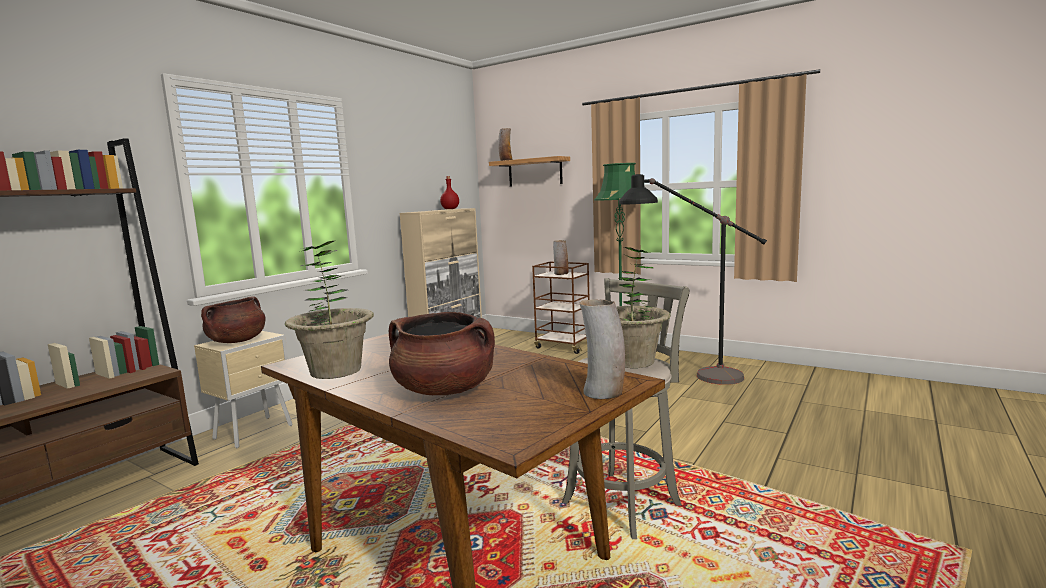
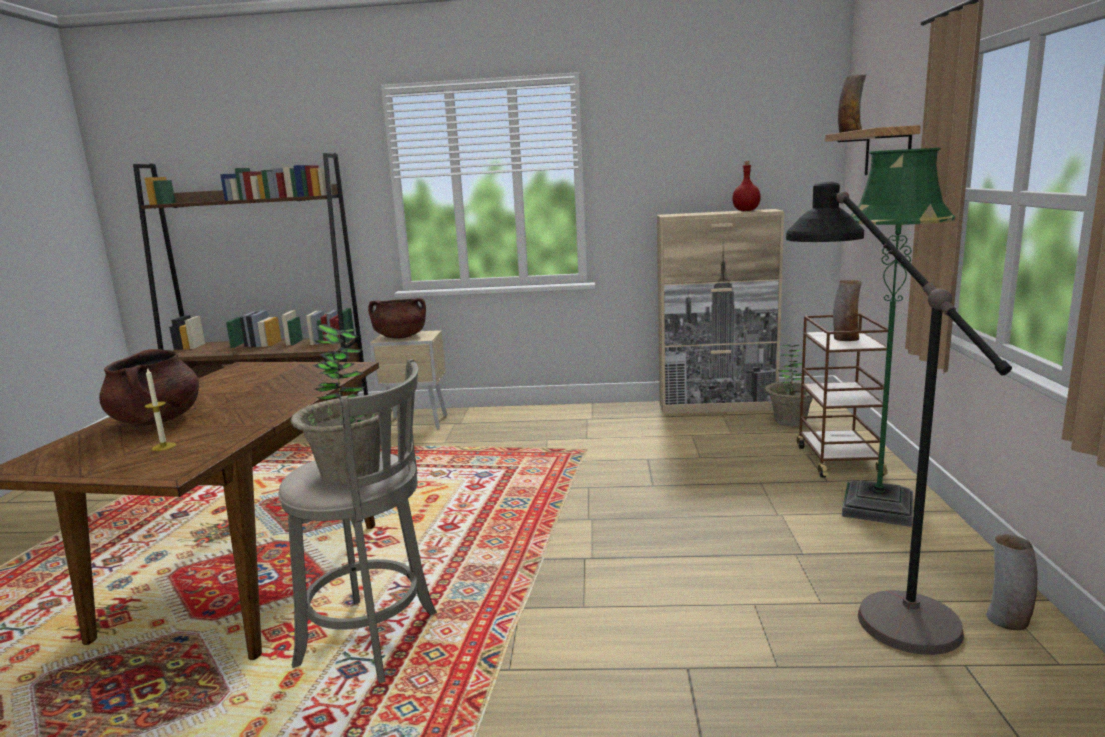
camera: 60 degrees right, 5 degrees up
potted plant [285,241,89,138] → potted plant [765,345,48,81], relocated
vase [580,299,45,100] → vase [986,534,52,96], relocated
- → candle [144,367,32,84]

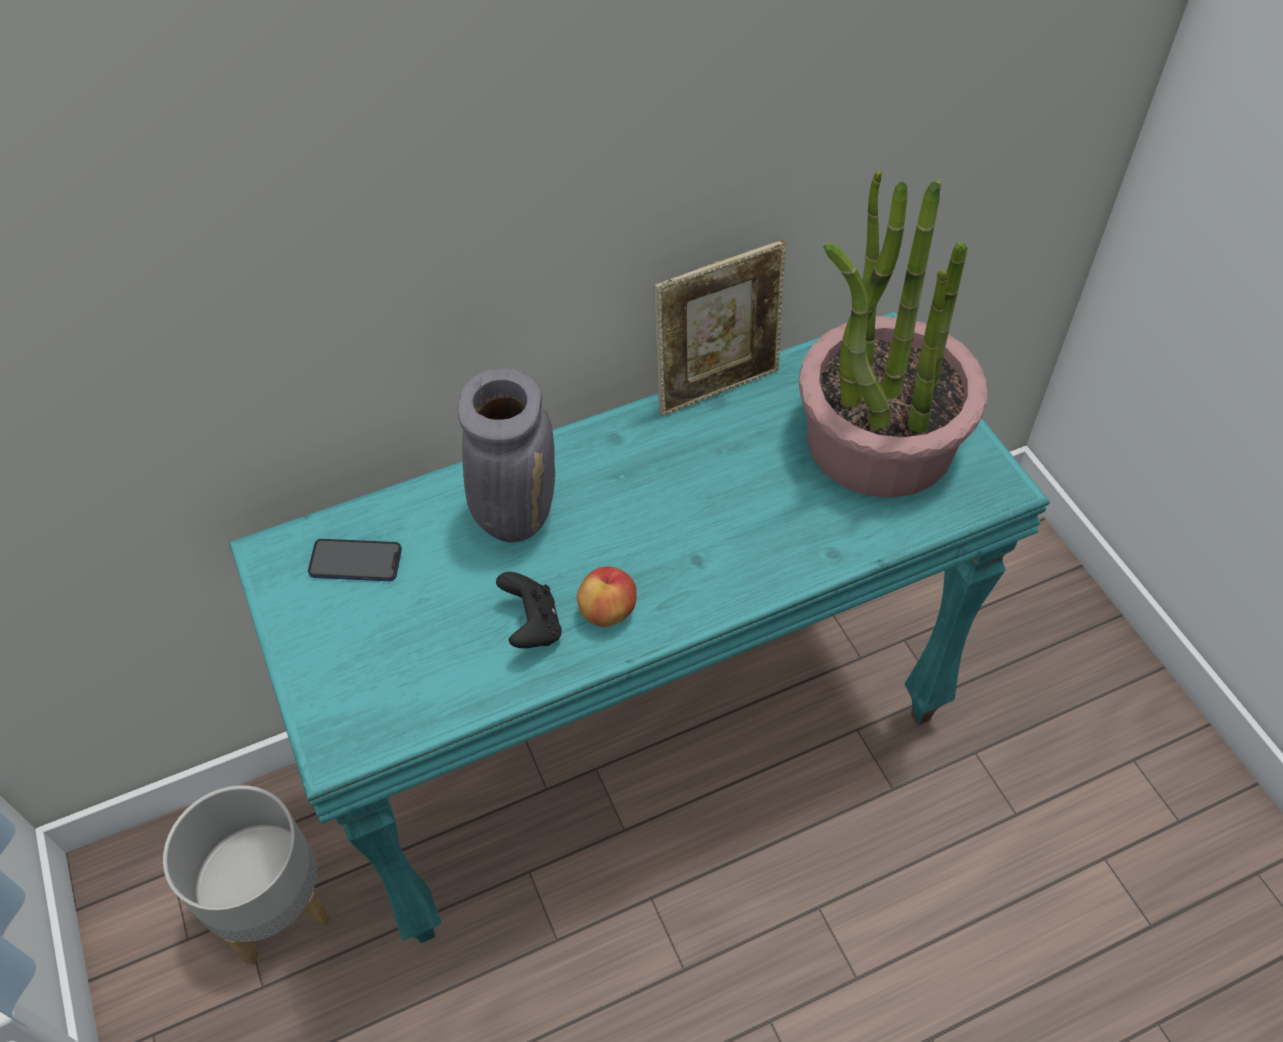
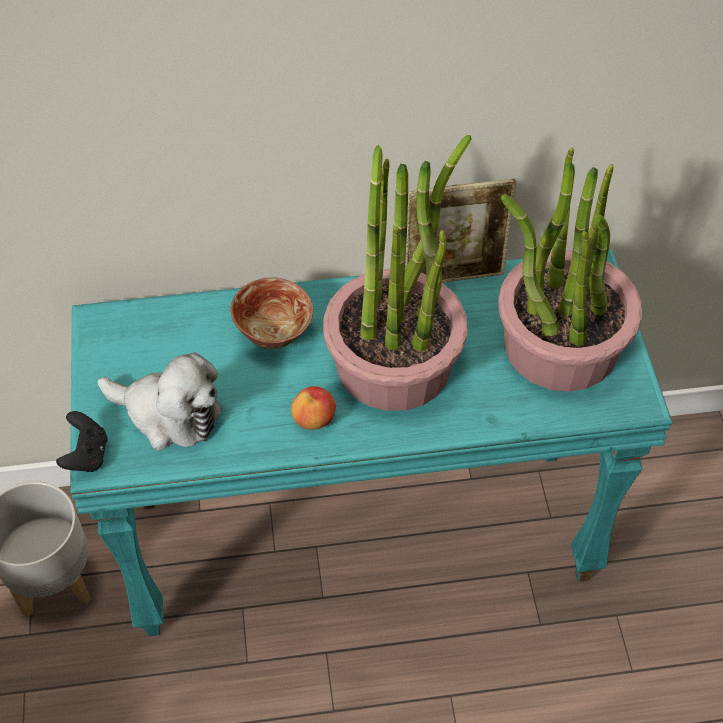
camera: 15 degrees right, 0 degrees up
phone [308,539,94,42] → -
grey vase [458,368,97,175] → bowl [230,277,83,72]
black game controller [496,572,66,76] → black game controller [56,411,51,61], relocated
- → plush toy [98,352,124,98]
- → potted plant [323,135,149,276]

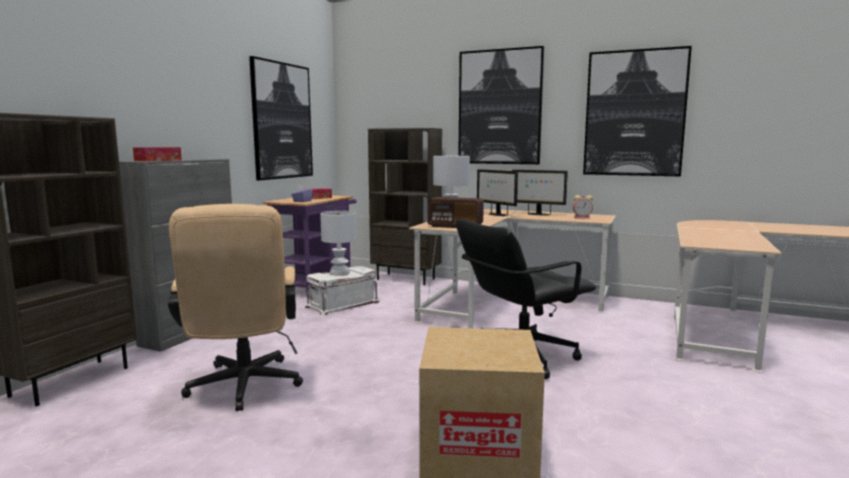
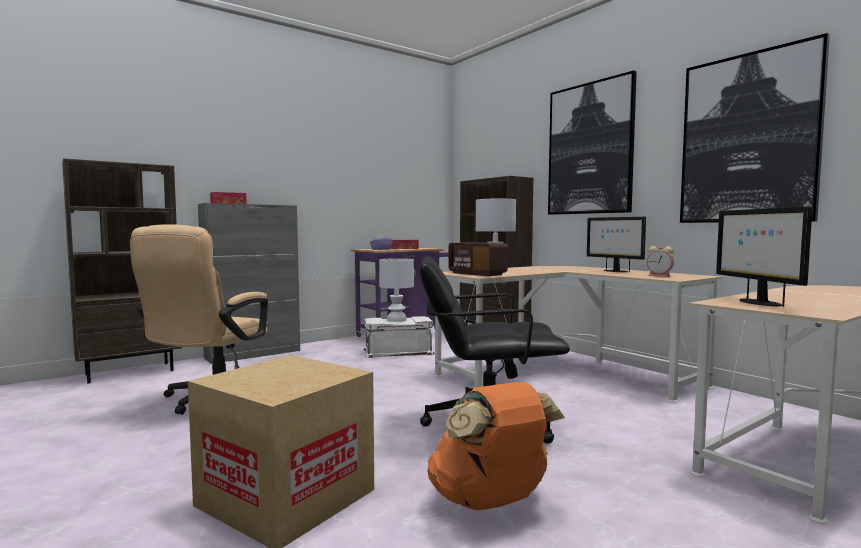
camera: 30 degrees right, 5 degrees down
picture [249,56,64,124] → -
monitor [477,169,41,47] → monitor [716,206,96,101], relocated
- → orange backpack [427,382,138,128]

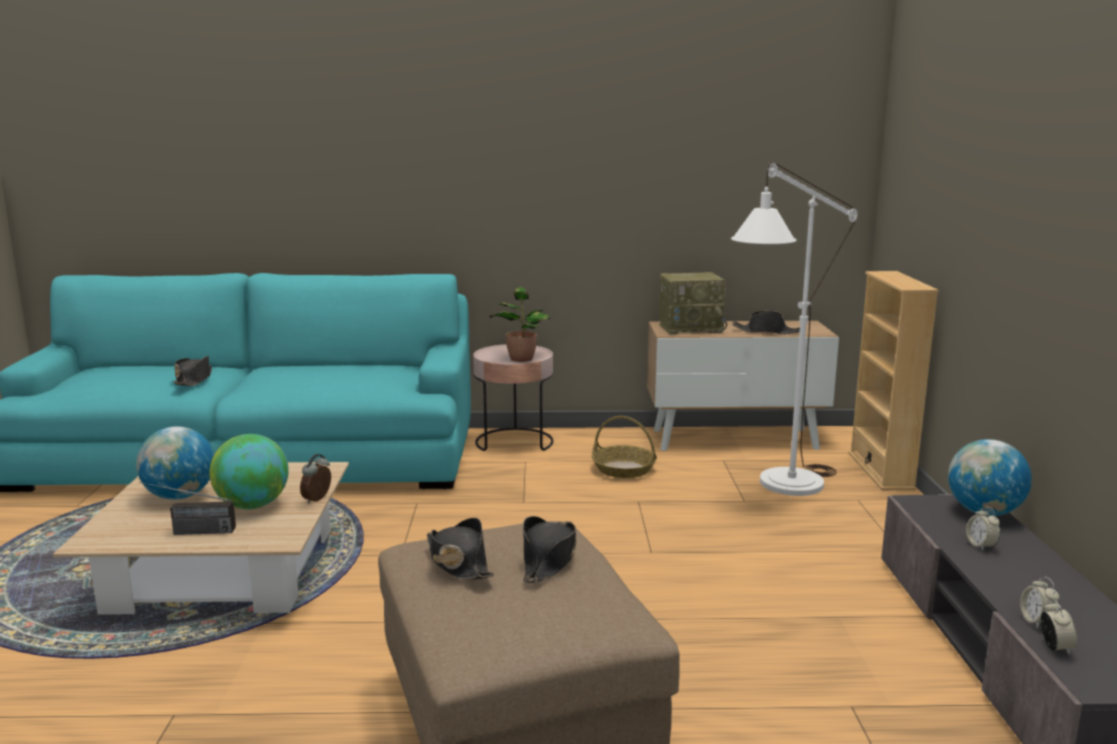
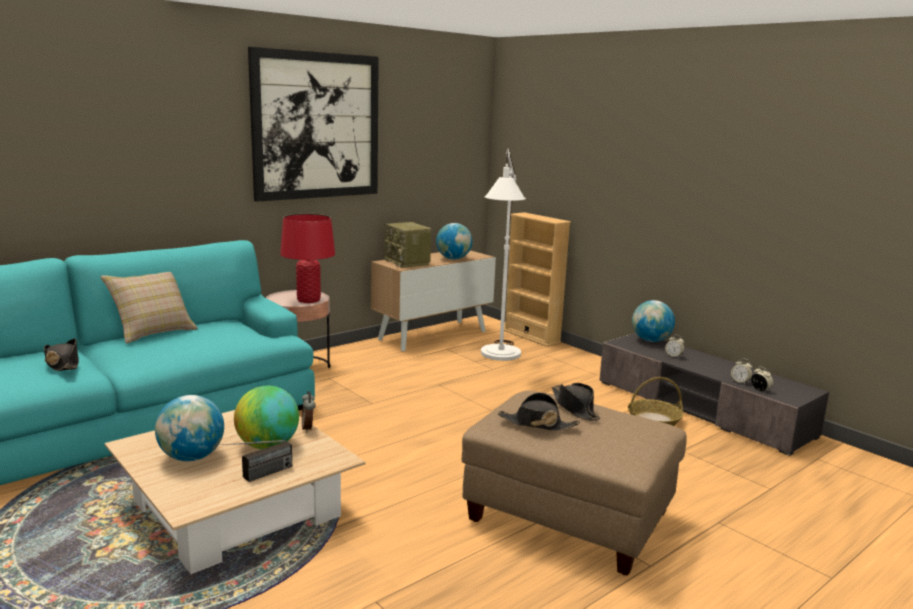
camera: 40 degrees left, 0 degrees up
potted plant [490,287,61,75] → red table lamp [280,214,55,89]
basket [592,416,65,62] → basket [628,377,56,49], relocated
radio [659,272,68,63] → radio [384,222,47,46], 105 degrees clockwise
black hat [732,311,68,23] → globe [436,223,36,37]
- → beige pillow [100,272,98,72]
- → picture [248,47,131,155]

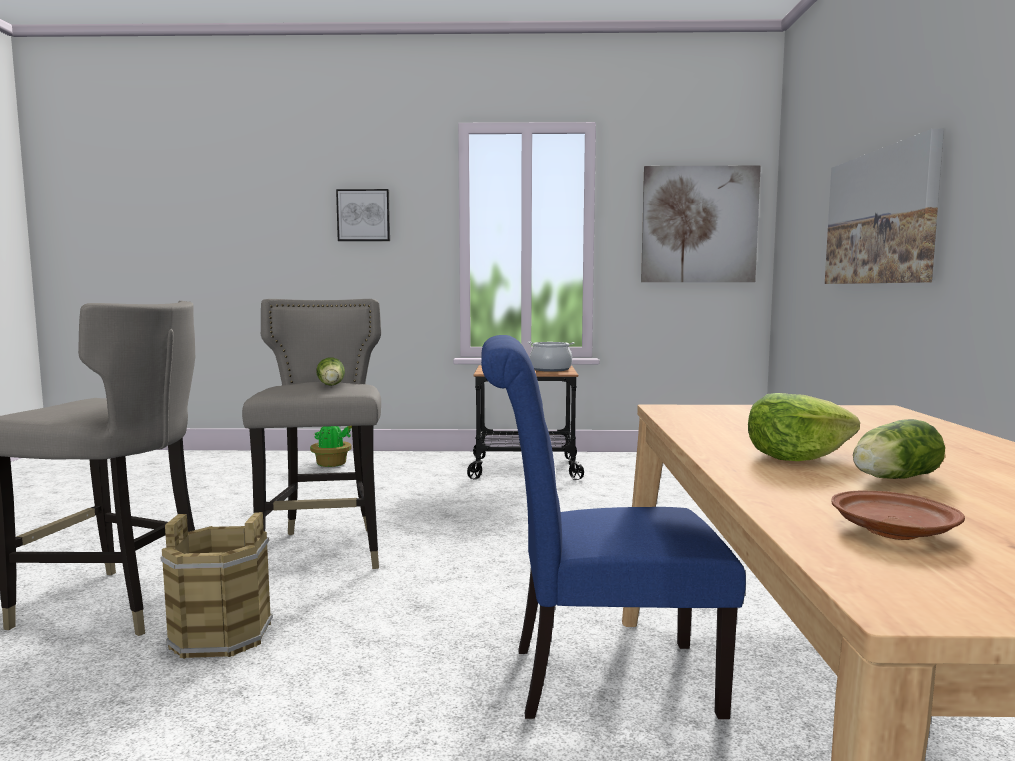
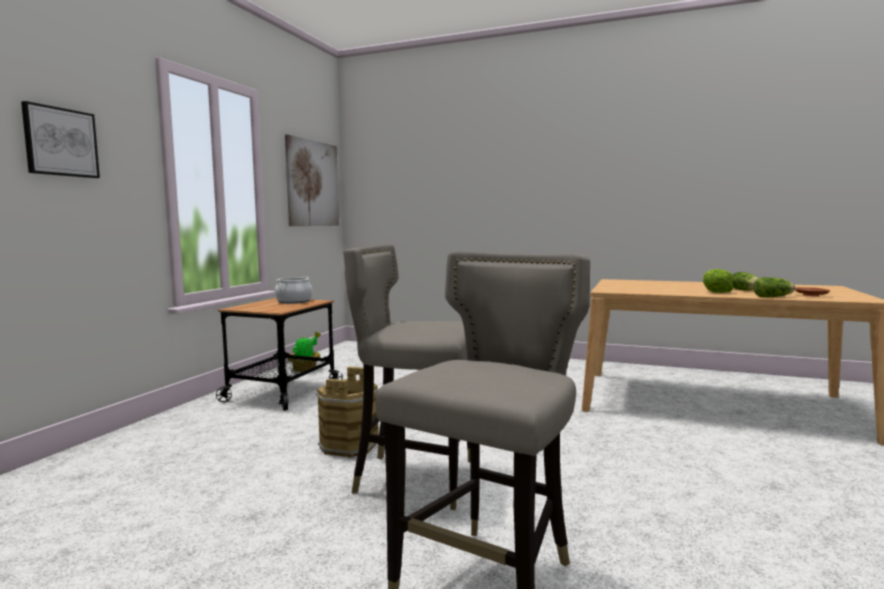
camera: 70 degrees left, 0 degrees up
brown bucket [160,512,113,147] → brown bucket [316,367,63,91], relocated
potted plant [310,426,42,41] → potted plant [288,332,33,40], relocated
lettuce [316,358,29,28] → lettuce [754,277,41,20], relocated
blue chair [481,335,265,384] → -
picture [825,129,119,155] → -

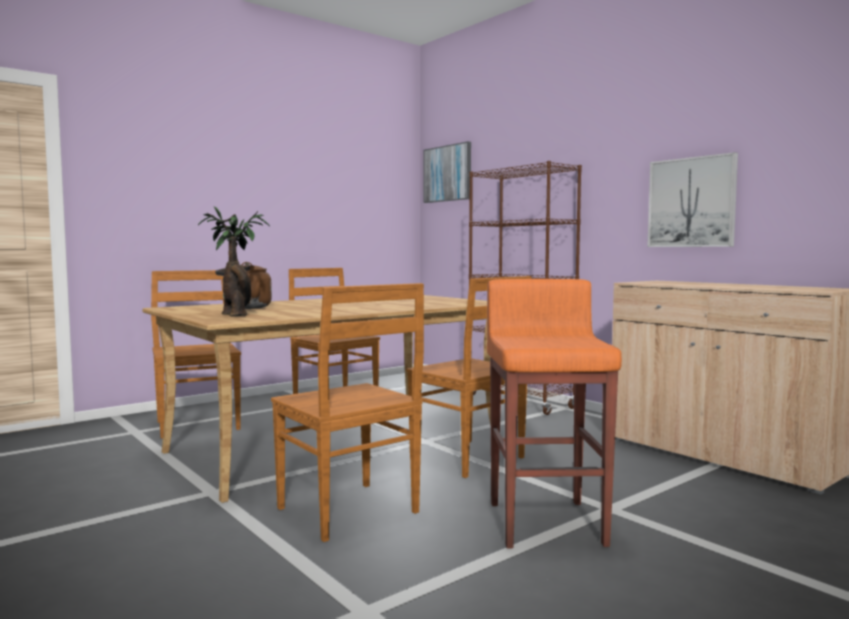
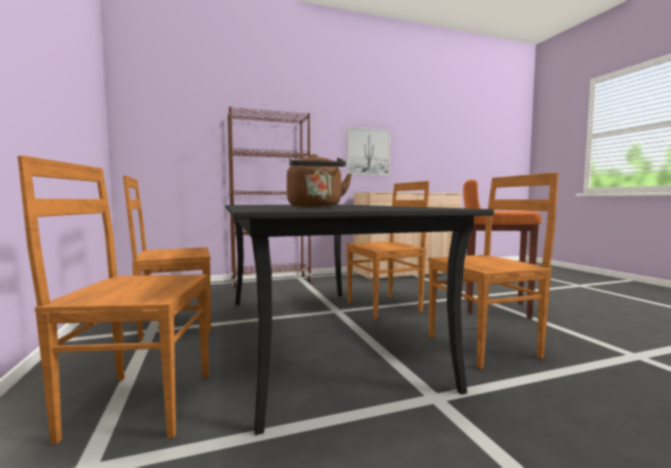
camera: 70 degrees left, 0 degrees up
beige dining table [142,295,349,208] → black dining table [225,205,269,230]
potted plant [198,206,72,110] → -
picture [424,141,47,62] → -

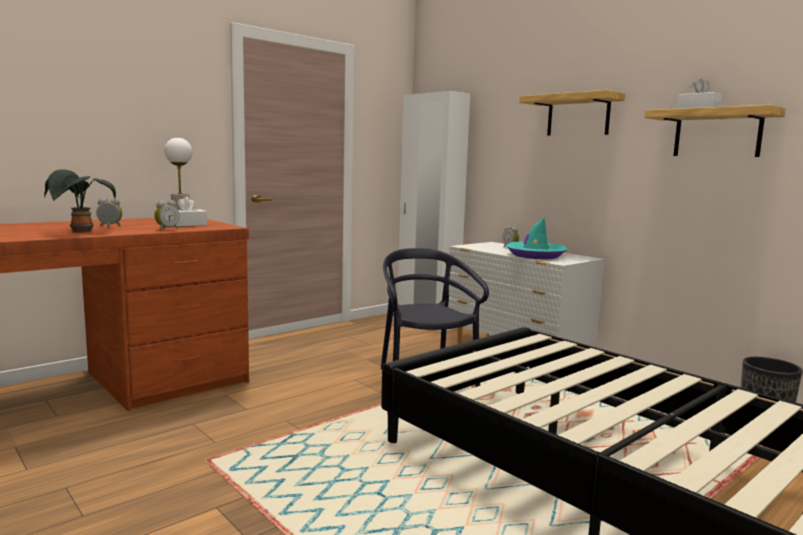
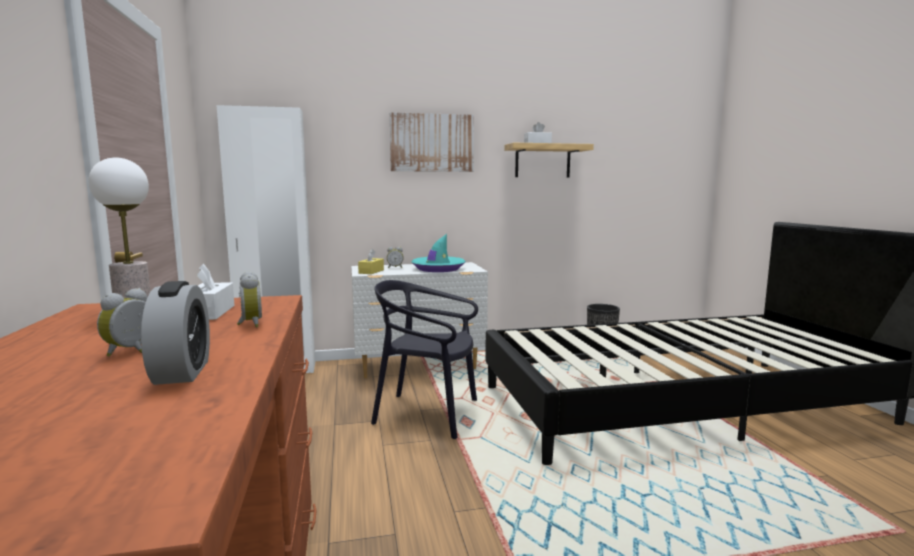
camera: 60 degrees left, 0 degrees up
potted plant [44,169,72,63] → alarm clock [141,281,69,104]
shelf [519,90,106,45] → picture [390,112,84,60]
- → yellow tissue box [358,249,26,25]

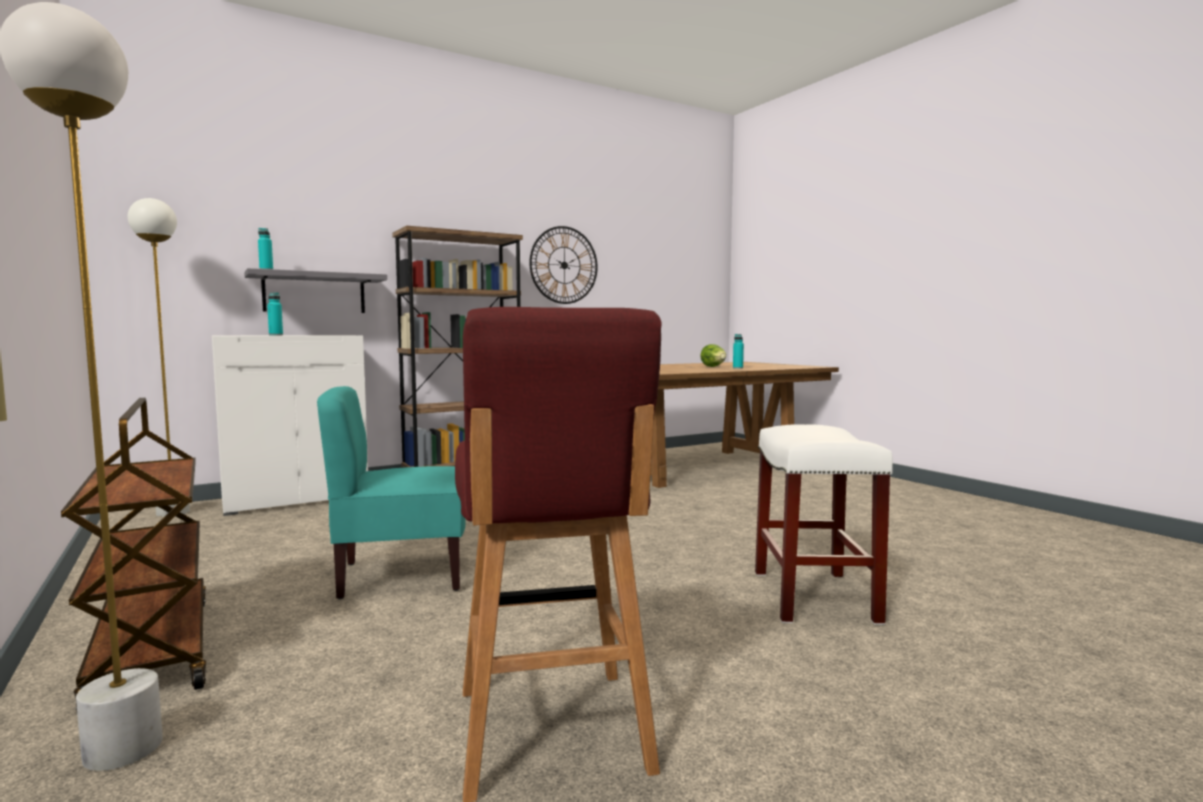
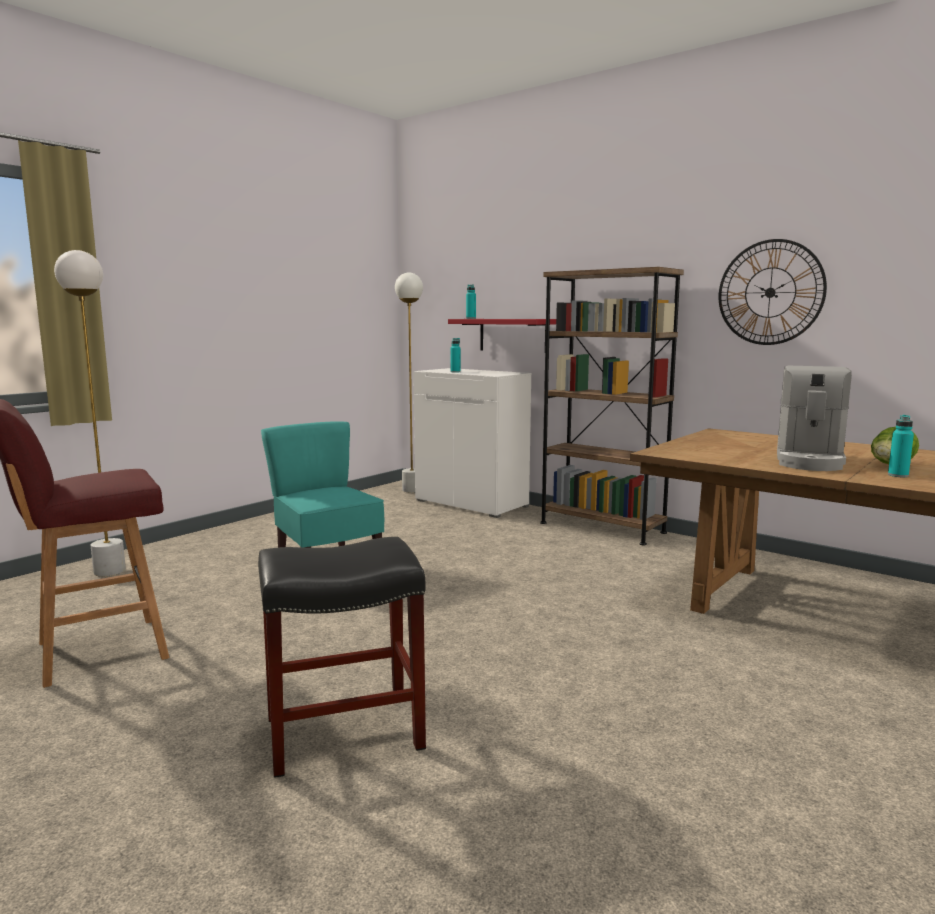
camera: 70 degrees right, 5 degrees up
brown cart [61,398,145,312] → -
grey shelf [244,268,143,45] → red shelf [448,319,108,31]
white stool [755,424,138,201] → black stool [258,537,168,241]
- → coffee machine [777,366,75,105]

